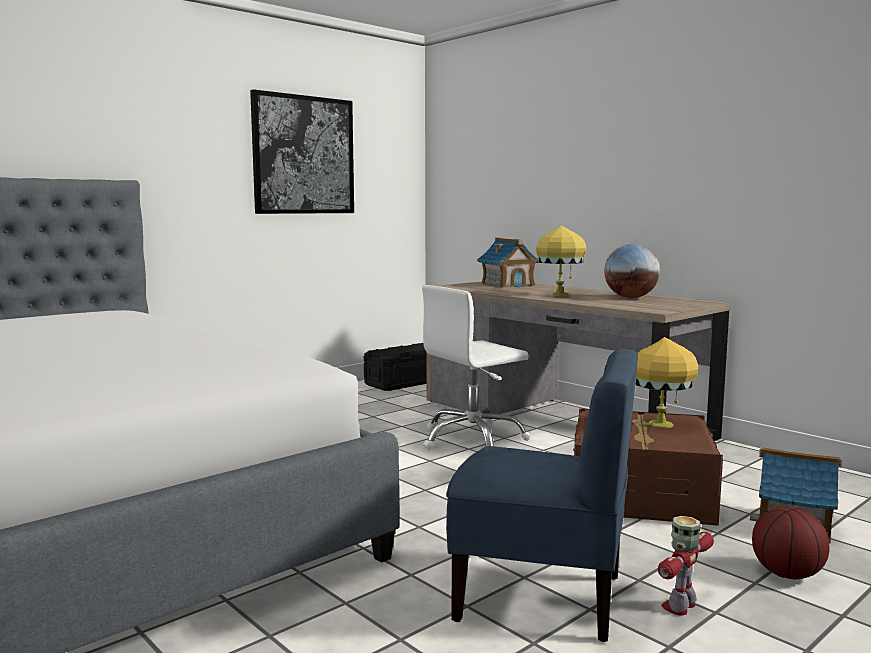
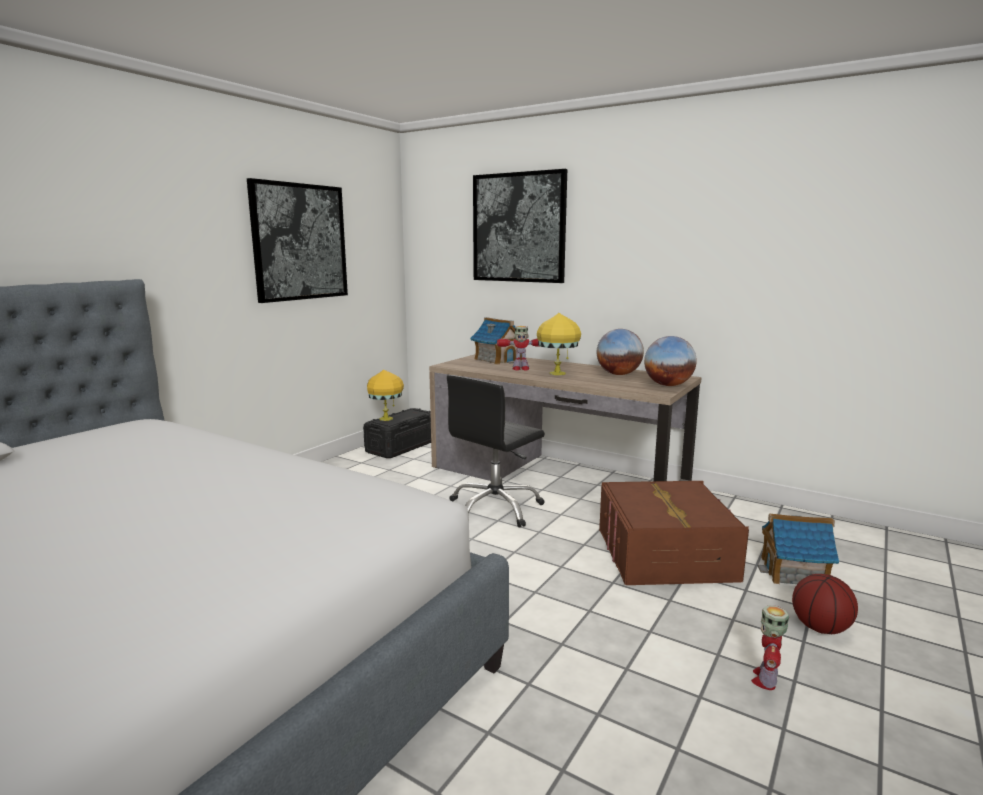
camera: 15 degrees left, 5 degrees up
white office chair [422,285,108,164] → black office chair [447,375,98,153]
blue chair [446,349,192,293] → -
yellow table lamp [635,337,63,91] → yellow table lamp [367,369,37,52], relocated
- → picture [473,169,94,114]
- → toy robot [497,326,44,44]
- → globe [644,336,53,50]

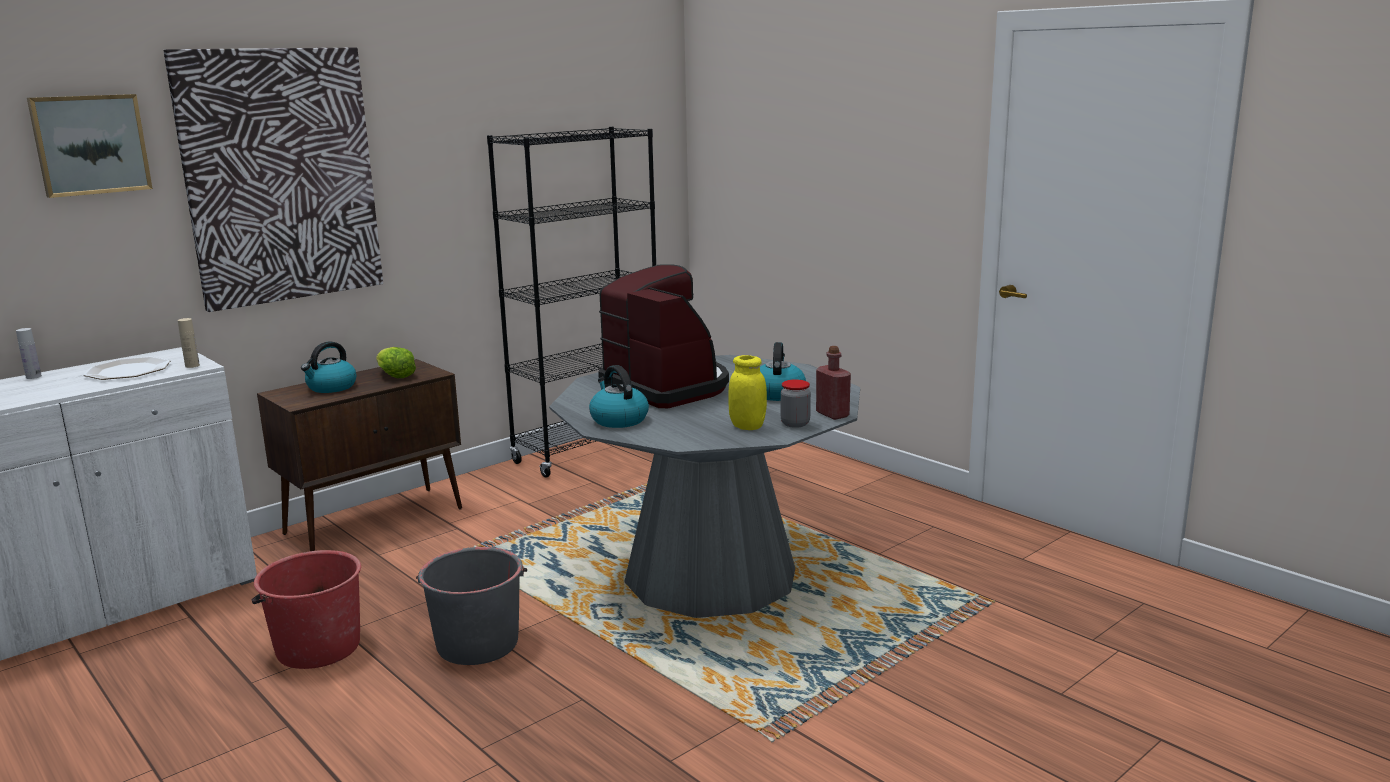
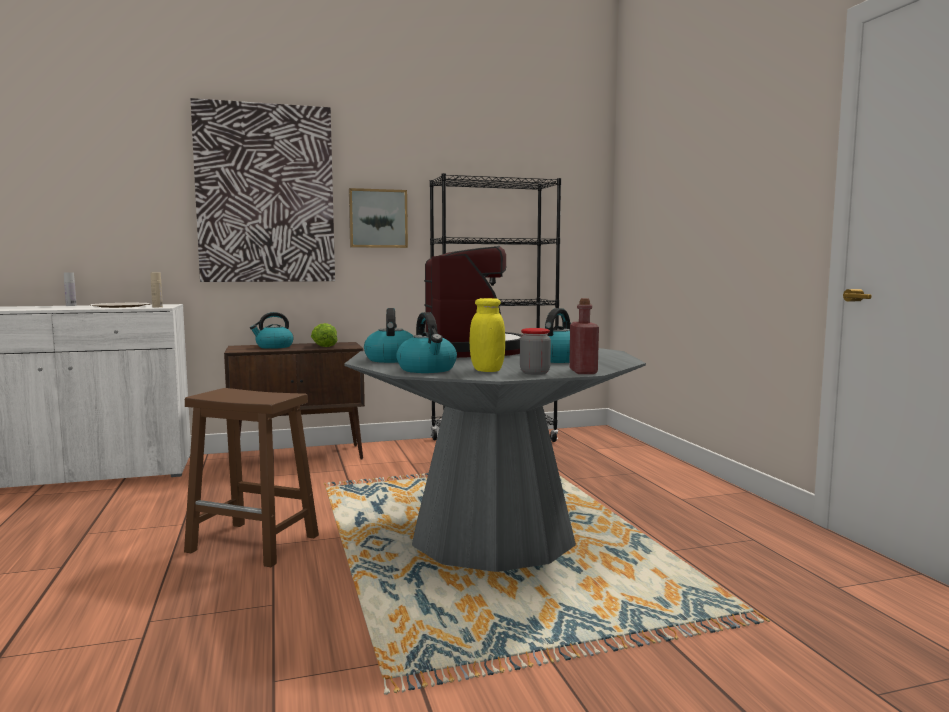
camera: 25 degrees right, 10 degrees down
picture [27,94,126,104] → picture [349,188,59,60], relocated
red bucket [252,550,109,119] → -
grey bucket [416,547,111,118] → brown stool [184,388,135,179]
- → kettle [396,312,61,61]

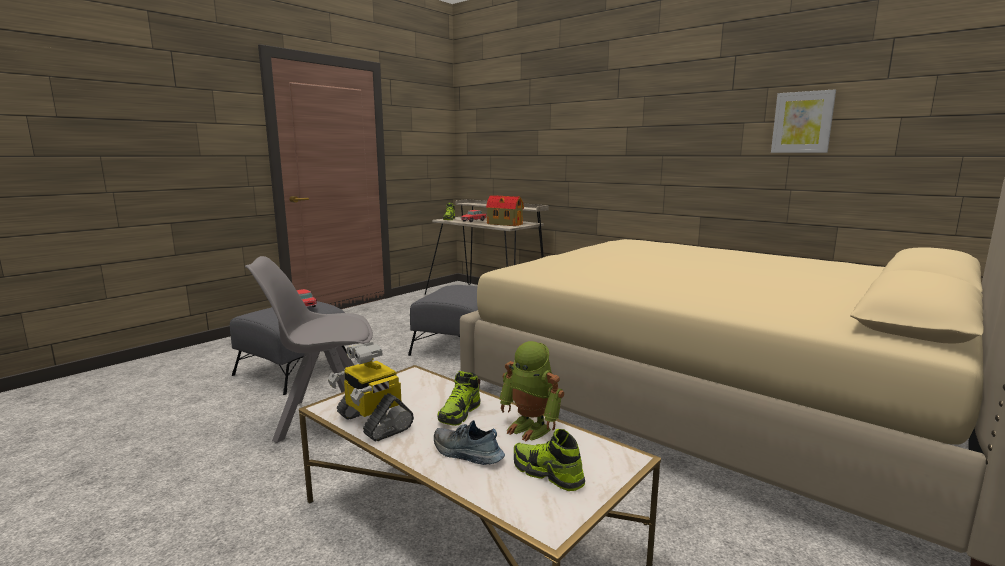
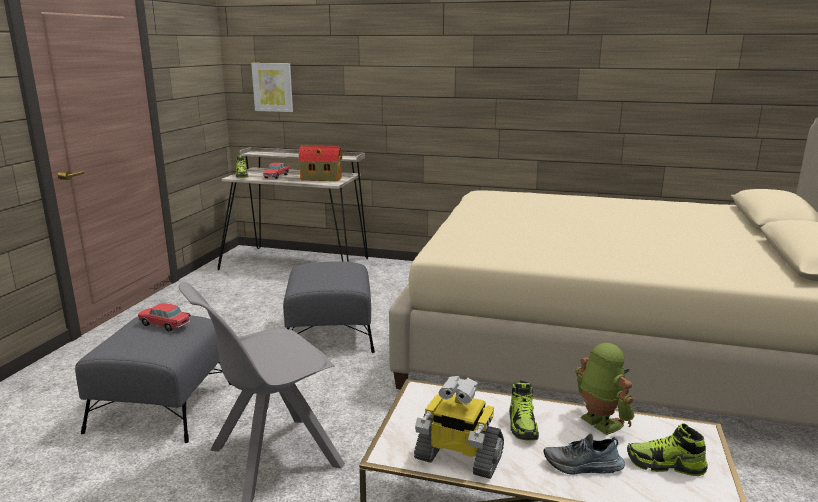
camera: 25 degrees left, 5 degrees up
toy robot [499,341,65,100] → toy robot [575,343,60,92], 135 degrees counterclockwise
picture [771,89,65,64] → picture [251,63,42,49], relocated

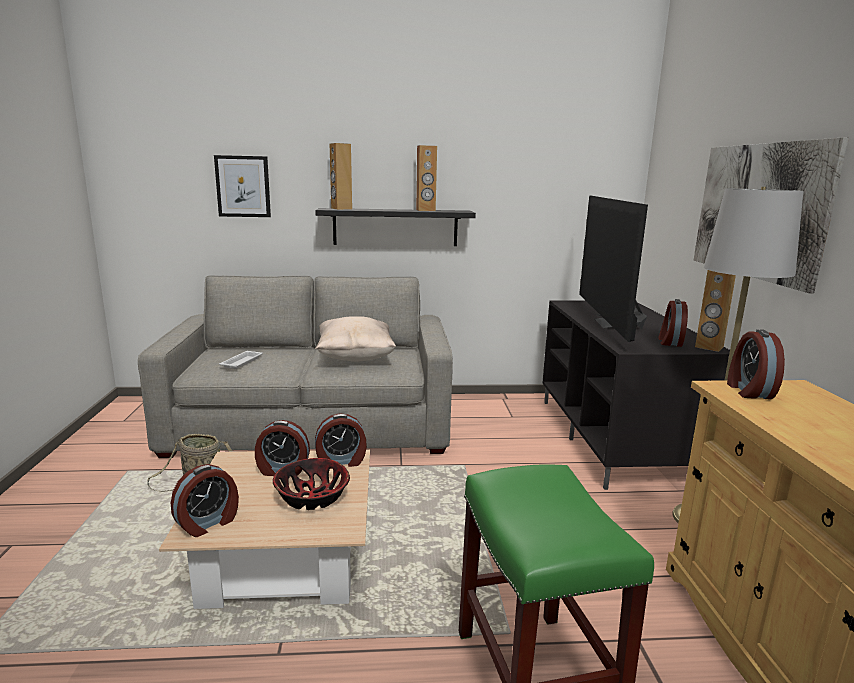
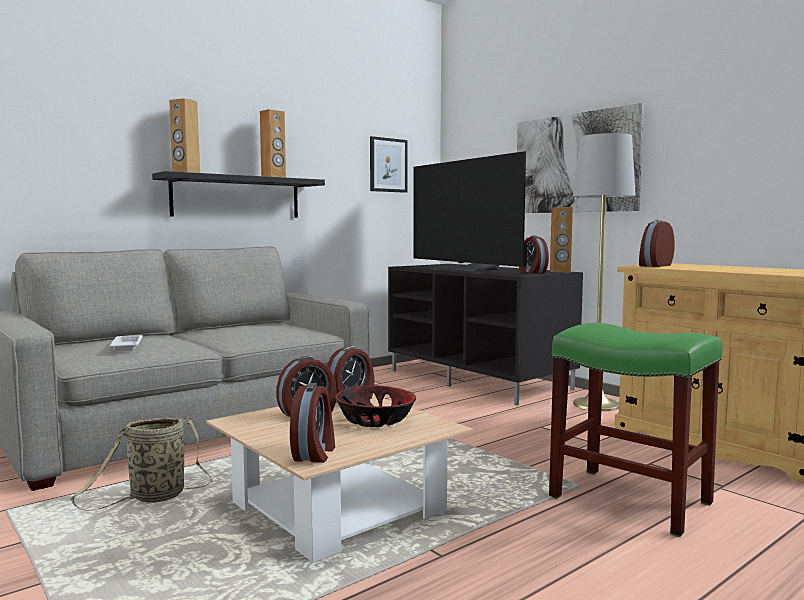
camera: 35 degrees left, 10 degrees down
picture [214,155,57,62] → picture [370,136,37,57], relocated
beige pillow [315,316,81,45] → -
alarm clock [727,329,58,70] → alarm clock [639,220,36,47], 75 degrees clockwise

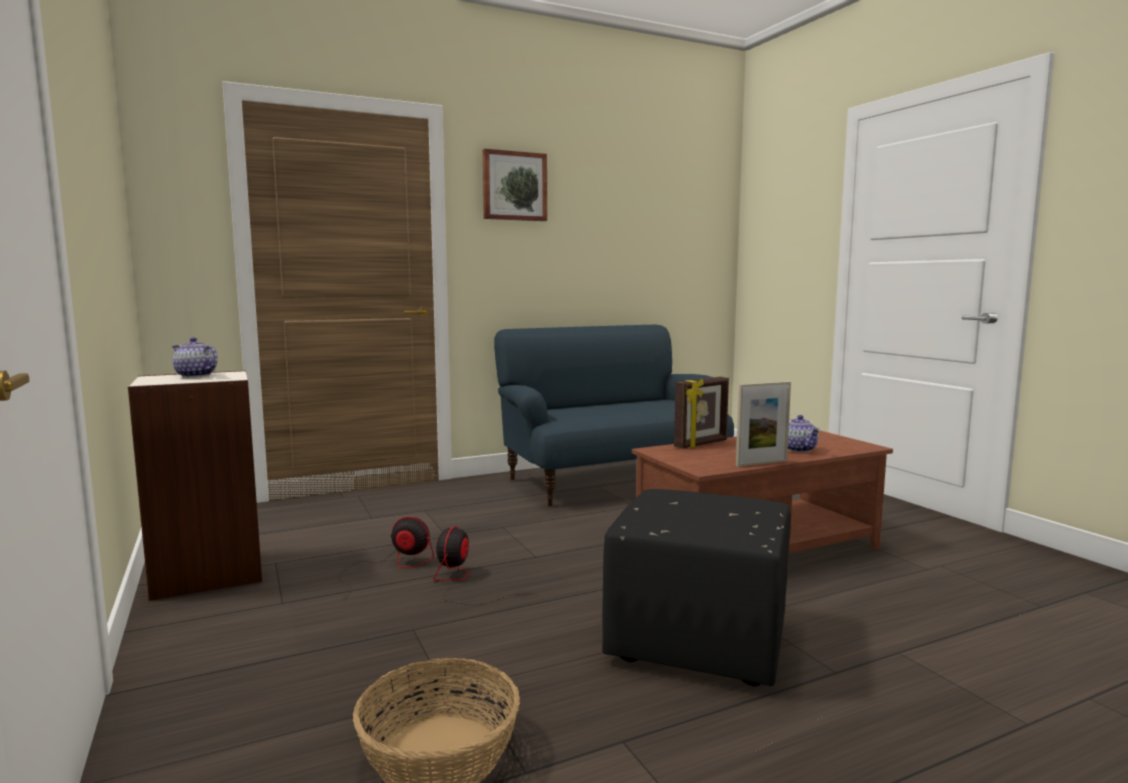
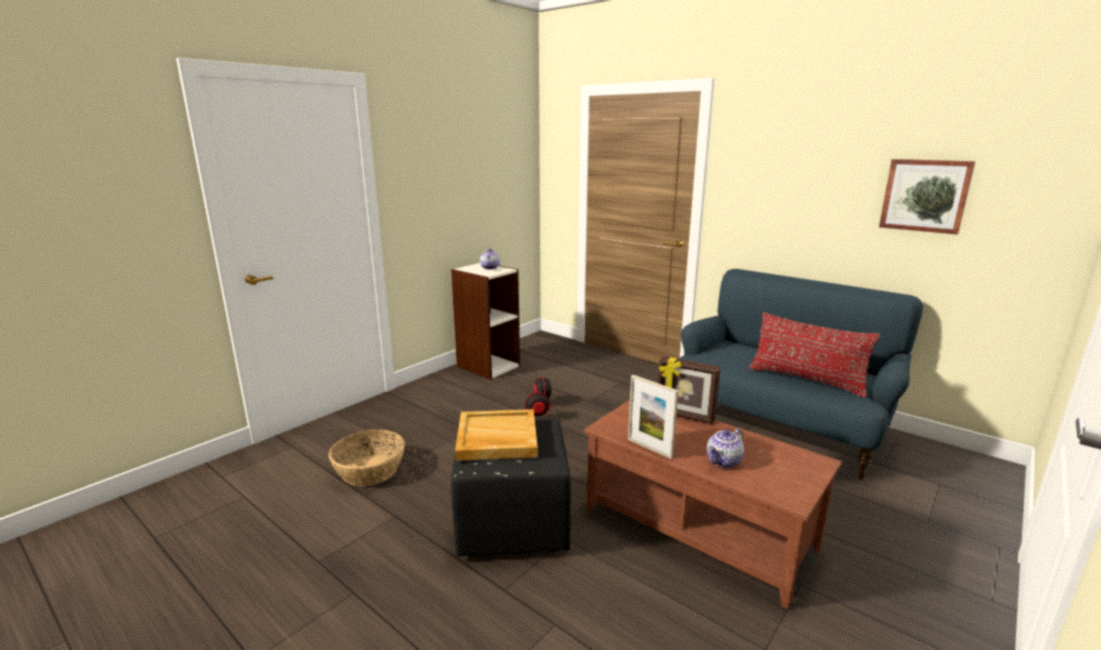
camera: 65 degrees right, 10 degrees up
picture [483,149,64,72] → picture [879,159,96,76], relocated
- → beige tray [455,409,83,52]
- → red pillow [749,312,132,85]

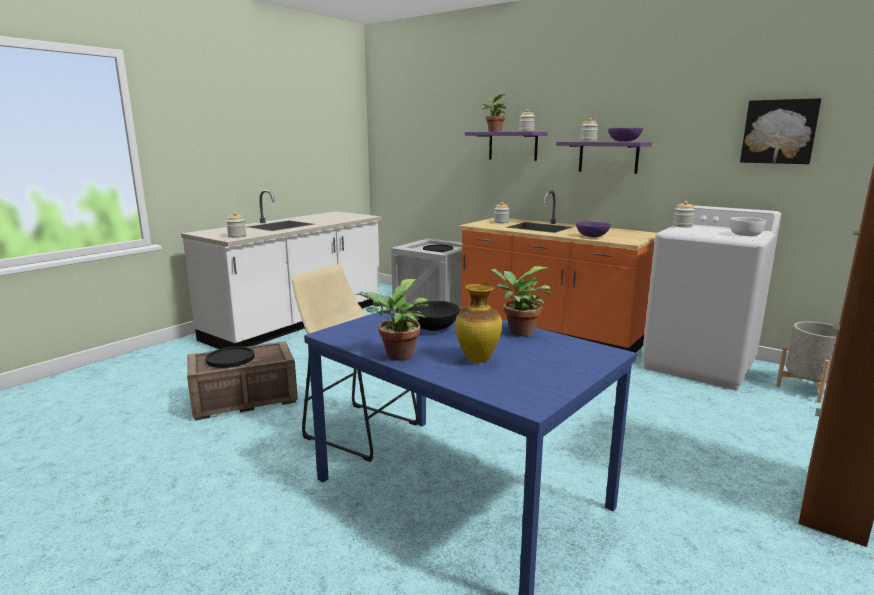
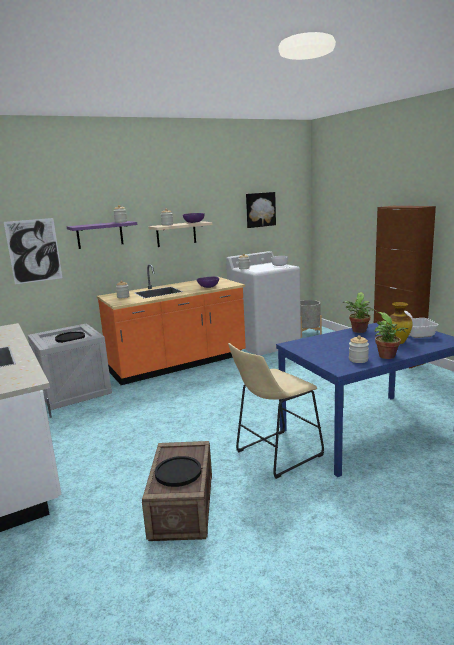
camera: 65 degrees left, 0 degrees up
jar [226,213,20,25] → jar [349,335,20,28], relocated
black bowl [406,301,54,30] → -
potted plant [481,94,26,38] → -
purple shelf [556,141,96,33] → beige shelf [148,221,64,26]
- → picture [4,218,59,66]
- → frying pan [404,311,34,27]

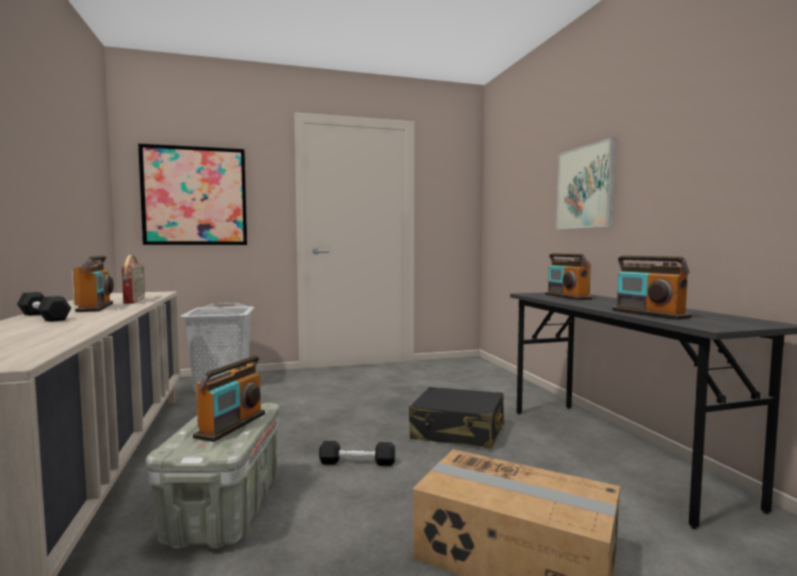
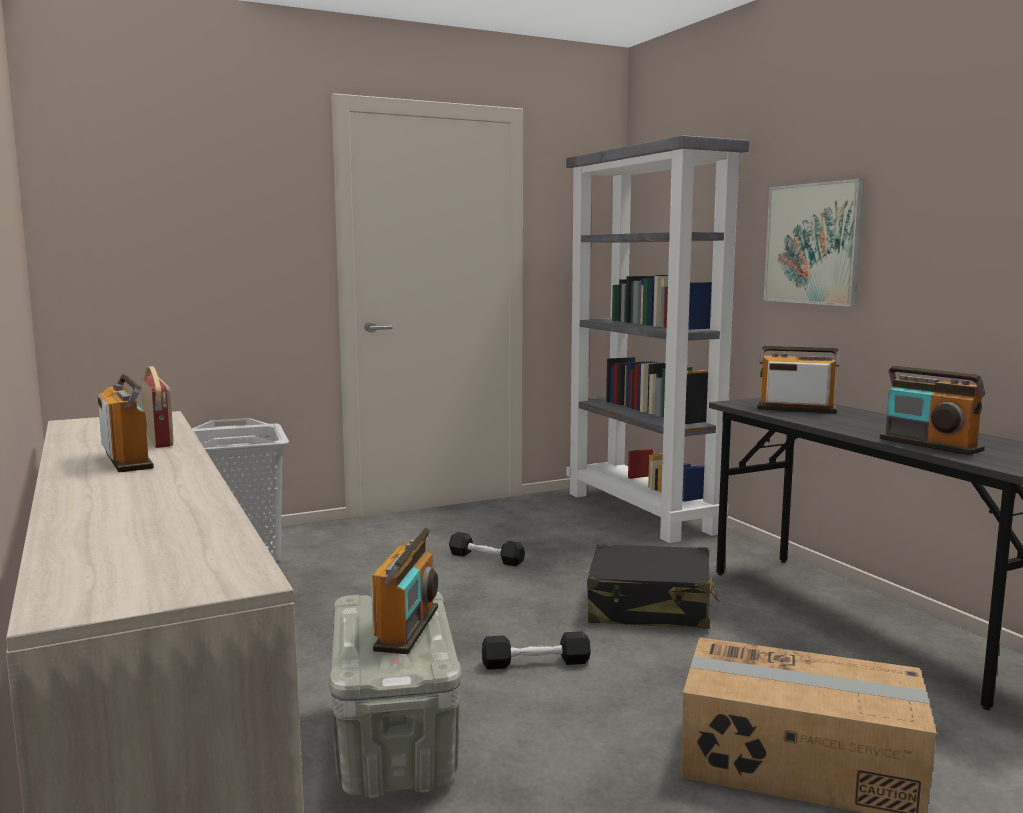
camera: 10 degrees left, 5 degrees up
black dumbbell [17,292,54,30] → black dumbbell [449,532,76,34], relocated
picture [138,143,109,102] → -
radio [545,253,47,47] → radio [757,346,83,67], 135 degrees clockwise
- → grey bookcase [566,135,183,408]

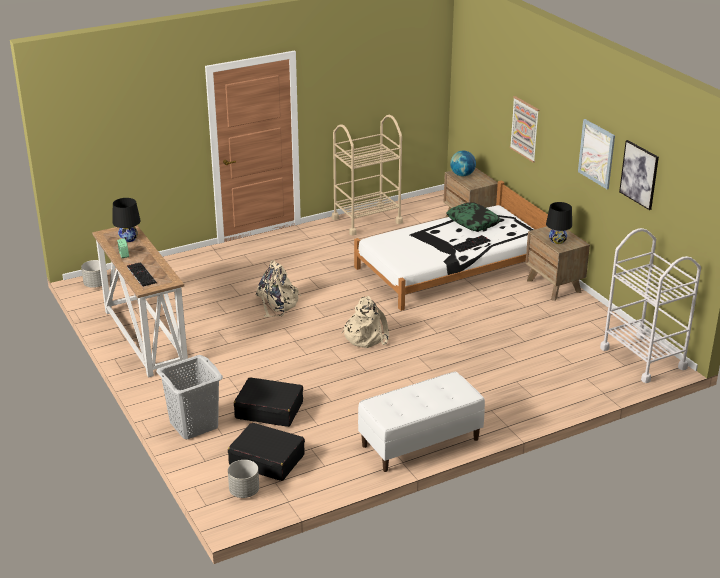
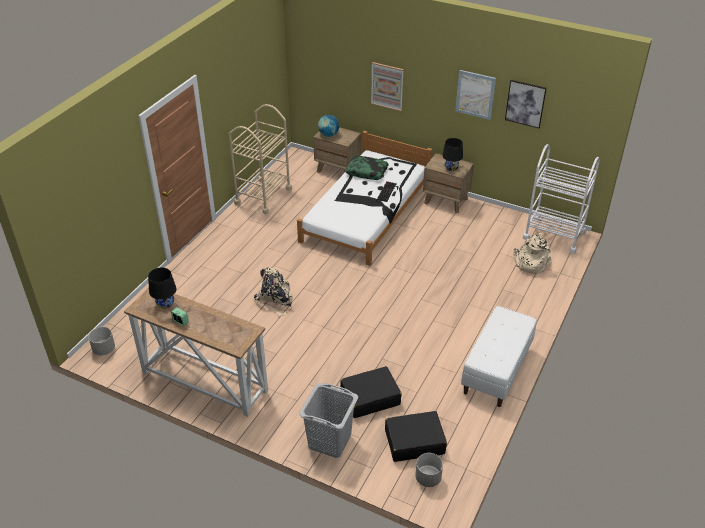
camera: 35 degrees left, 10 degrees up
keyboard [127,262,30,25] → -
beige backpack [341,296,48,52] → beige backpack [513,233,39,41], relocated

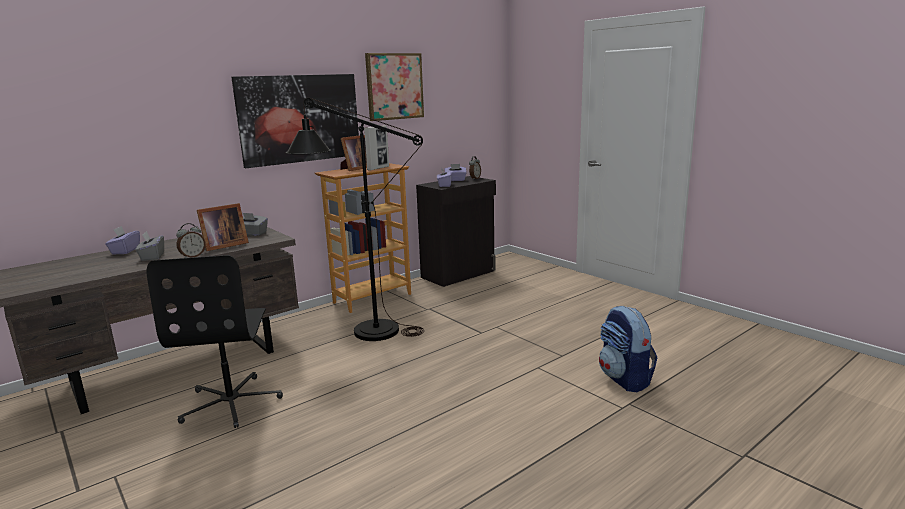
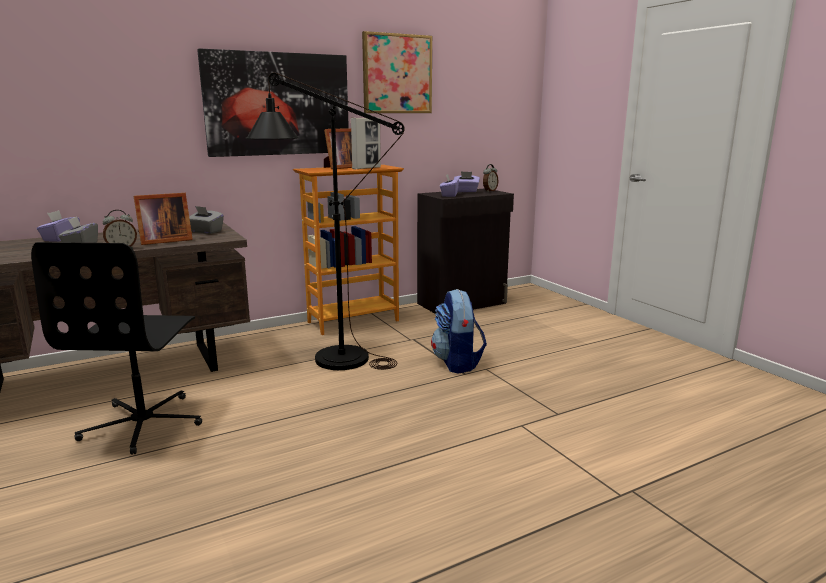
camera: 10 degrees right, 0 degrees up
backpack [599,306,58,86] → backpack [431,289,56,85], relocated

